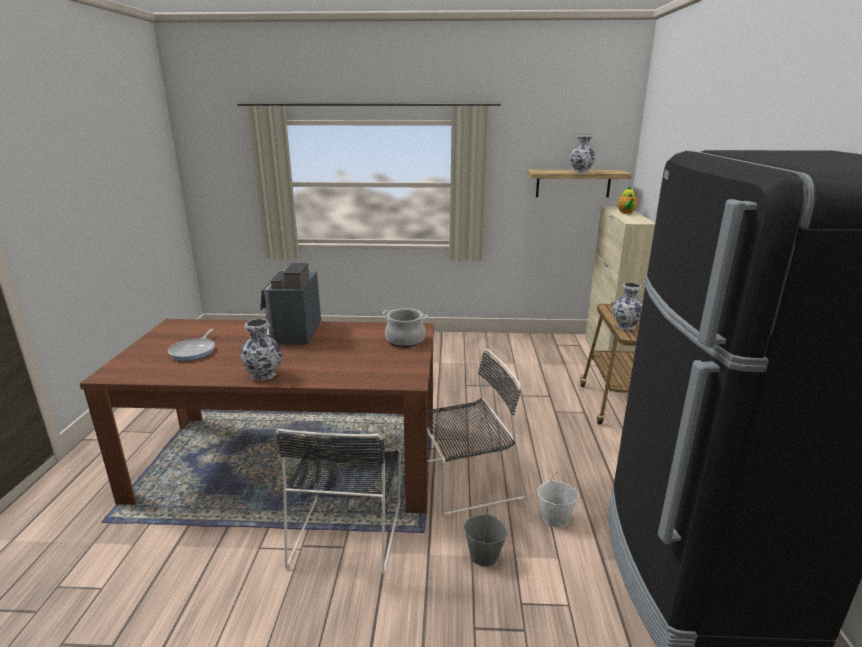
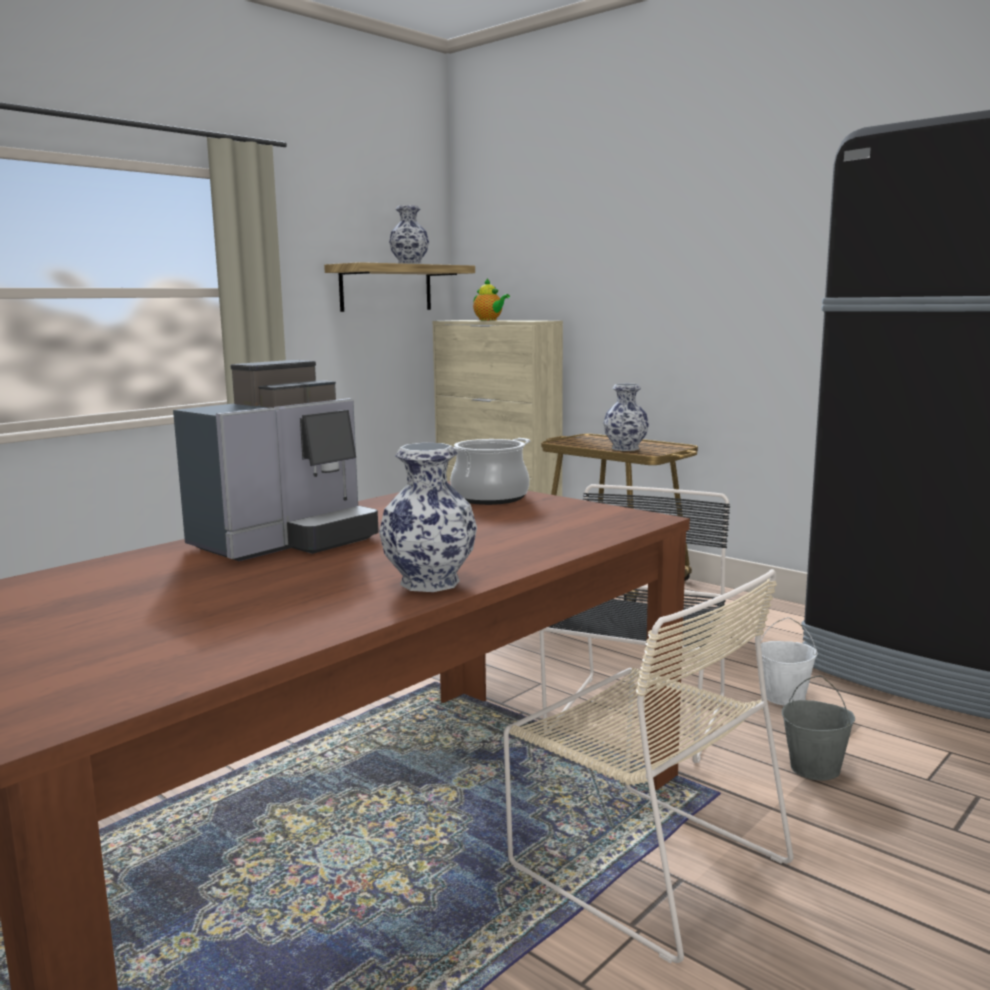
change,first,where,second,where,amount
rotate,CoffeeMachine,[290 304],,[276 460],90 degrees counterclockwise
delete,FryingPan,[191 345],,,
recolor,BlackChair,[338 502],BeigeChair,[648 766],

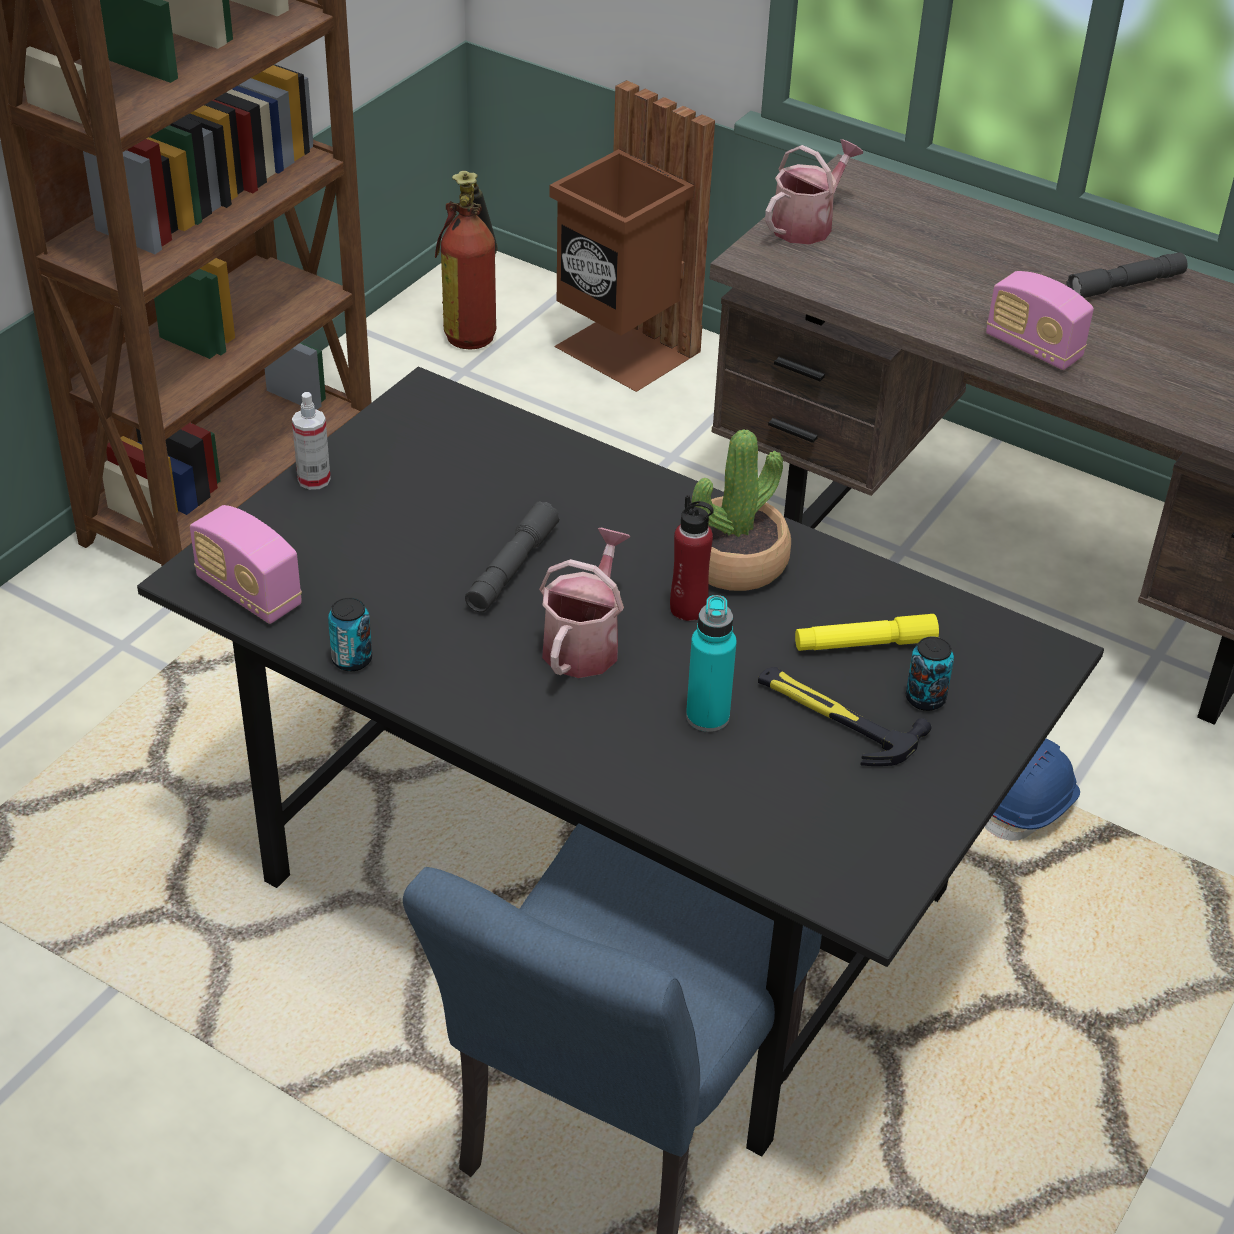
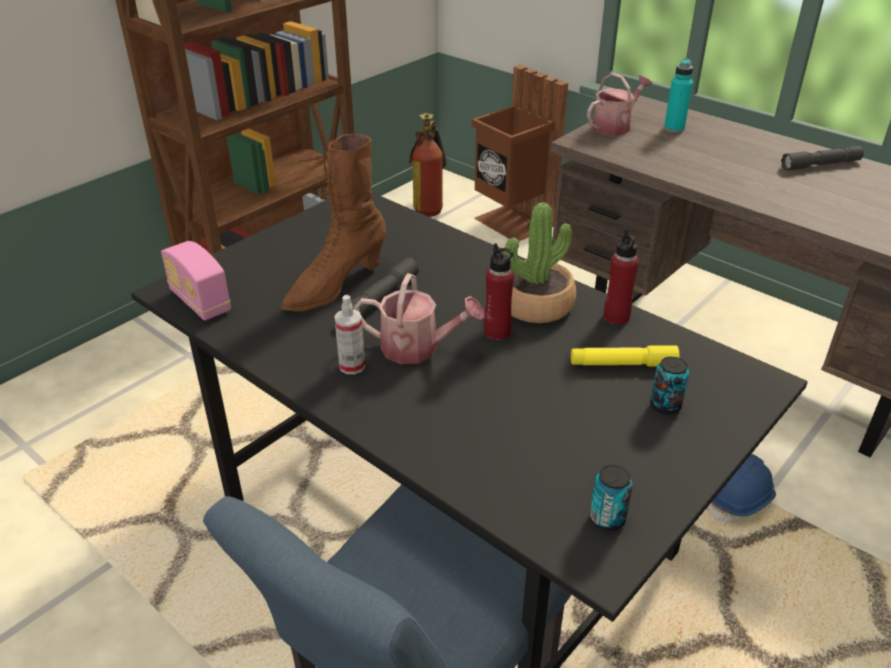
change,first,where,second,where,amount
delete,Radio,[1040 320],,,
move,SprayBottle,[311 441],,[349 334],
rotate,WateringCan,[585 603],,[419 318],75 degrees clockwise
move,TurquoiseBottle,[711 663],,[678 95],
move,Can,[350 634],,[611 498],
delete,Hammer,[844 716],,,
insert,,,BrownBoot,[333 223],
insert,,,RedBottle,[621 277],

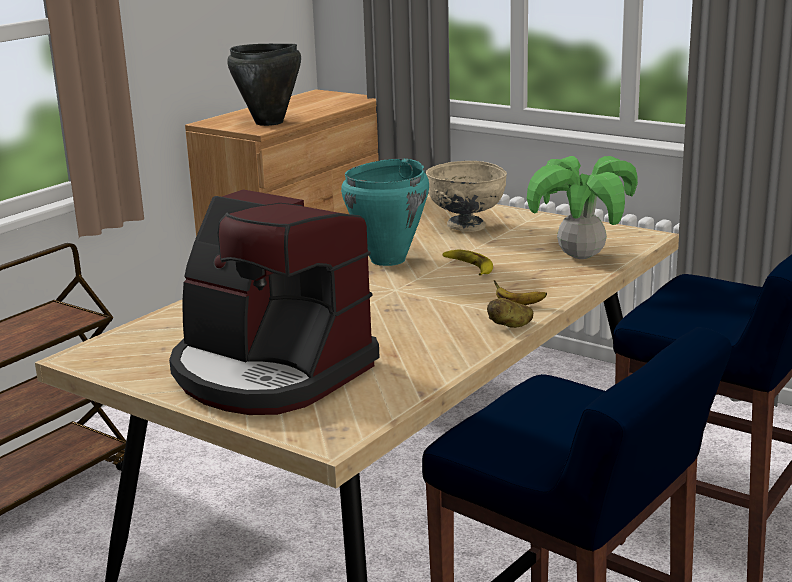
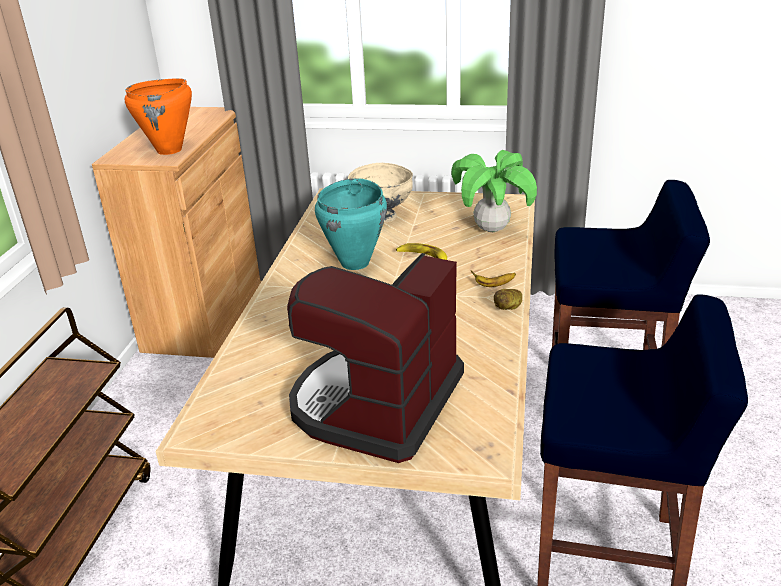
change,first,where,second,where,amount
recolor,BlackCookingPot,[264 85],OrangeCookingPot,[158 116],
rotate,CoffeeMachine,[274 302],,[375 358],105 degrees clockwise

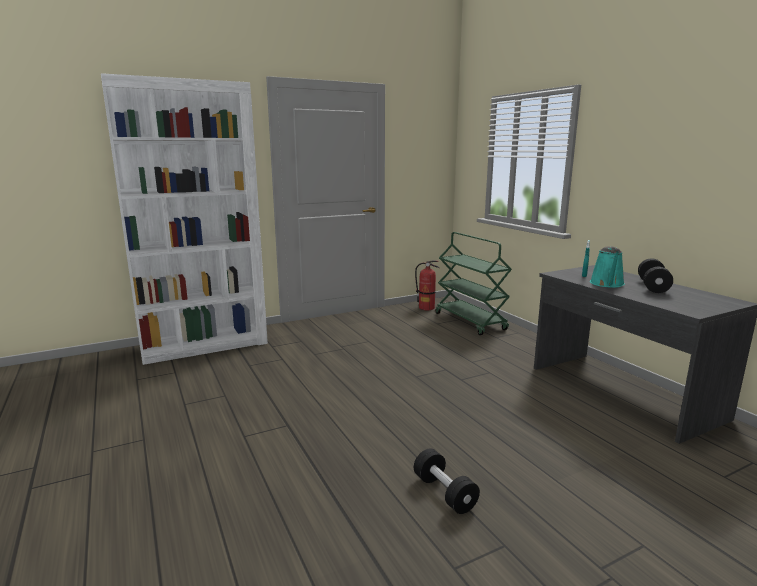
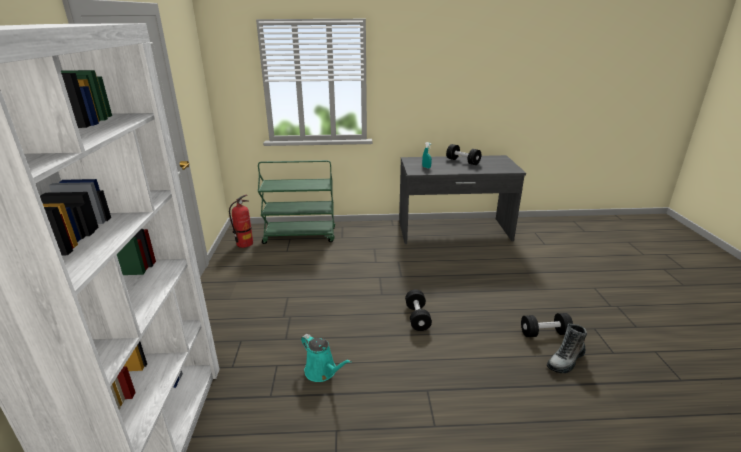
change,first,where,second,where,amount
move,TurquoiseWateringCan,[607 267],,[326 358],
insert,,,BlackDumbbell,[418 310],
insert,,,Boot,[567 348],

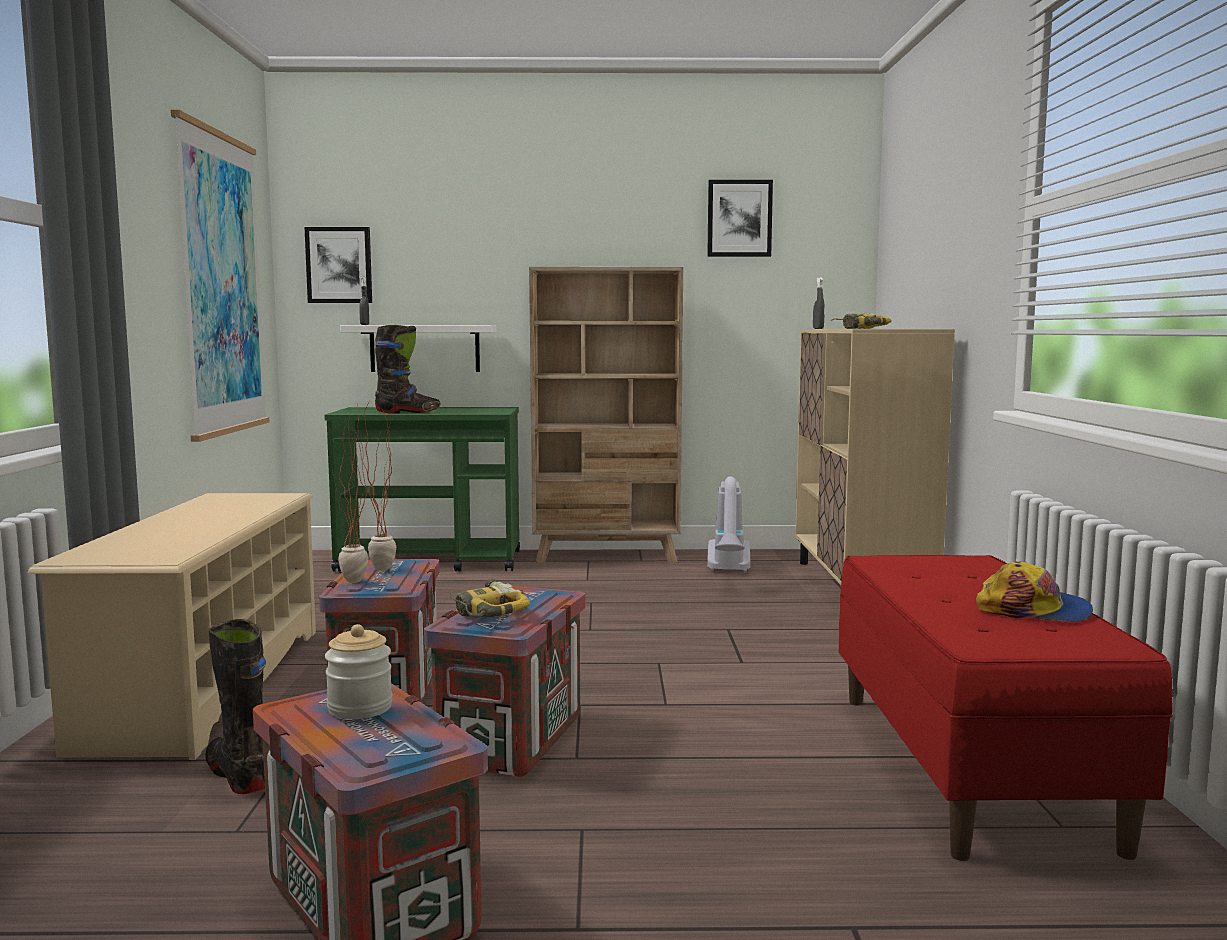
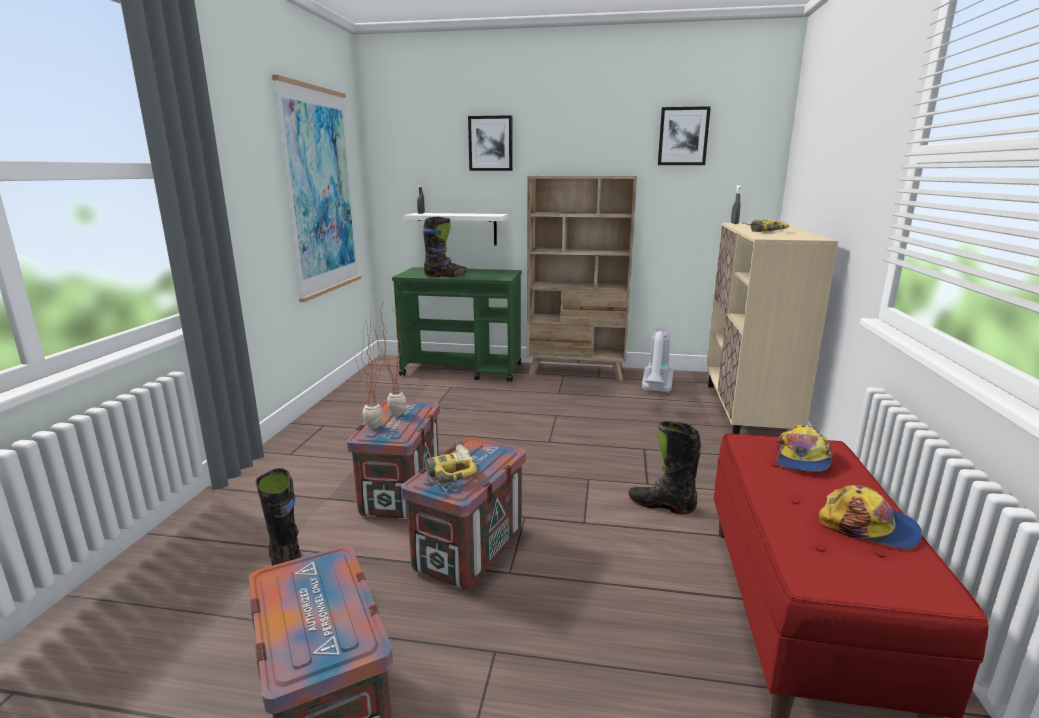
change,first,where,second,where,amount
move,Picture,[338 265],,[490 143],
delete,BeigeShoeRack,[172 626],,,
delete,Jar,[359 671],,,
insert,,,BlackBoot,[664 467],
insert,,,Cap,[805 448],

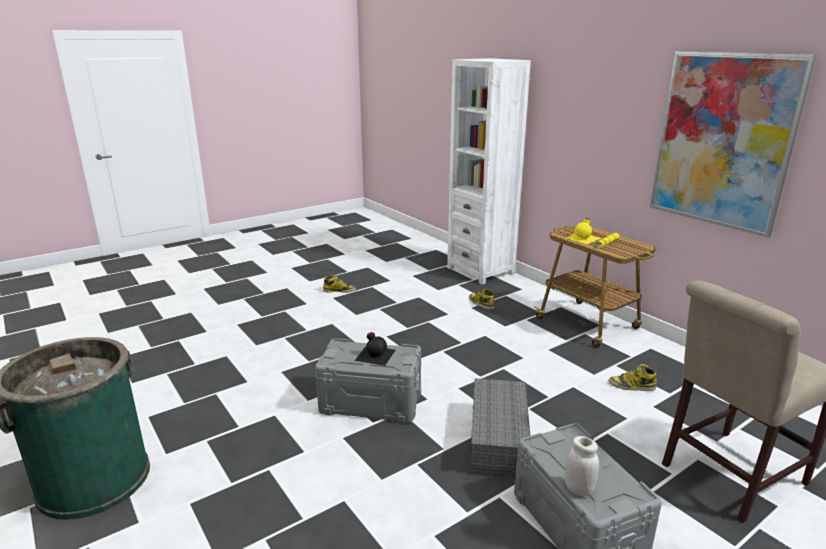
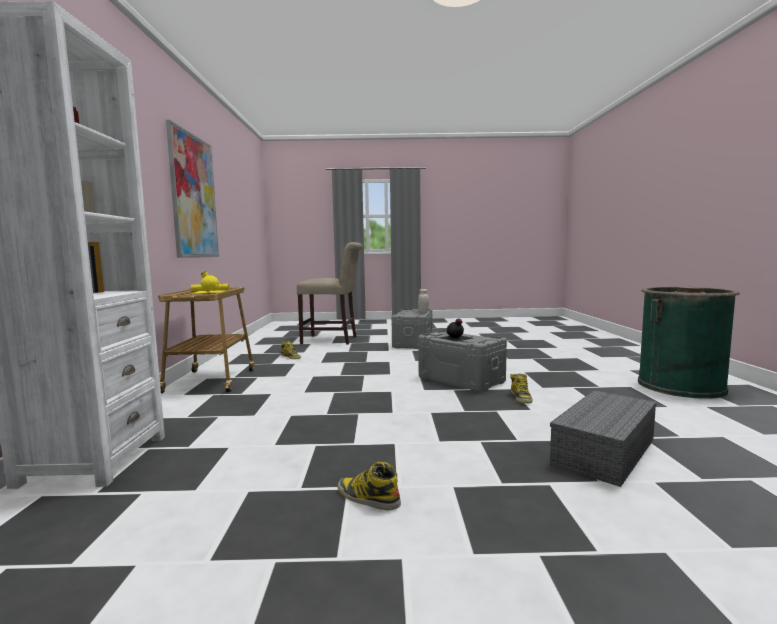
change,first,where,second,where,amount
move,Boot,[482 299],,[521 388],
move,GreyStorageBox,[500 428],,[603 438],

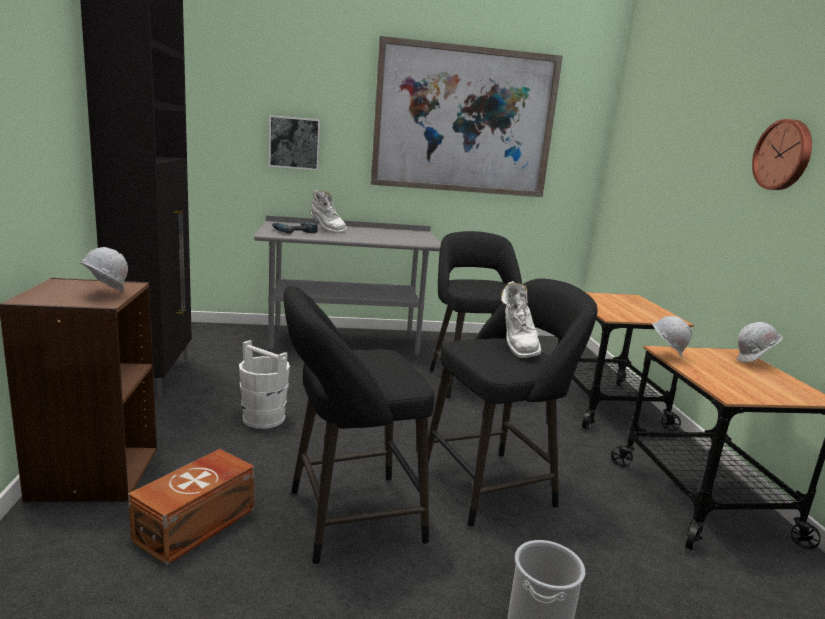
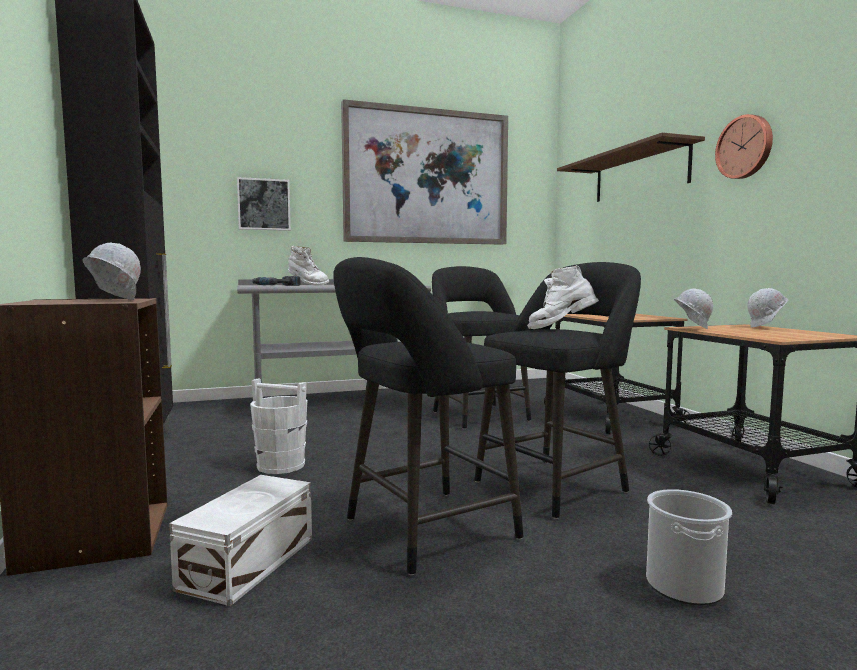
change,first,where,second,where,amount
rotate,WhiteBoot,[521 319],,[563 297],90 degrees clockwise
recolor,BrownStorageBox,[191 507],WhiteStorageBox,[240 540],
insert,,,BrownShelf,[631 167],

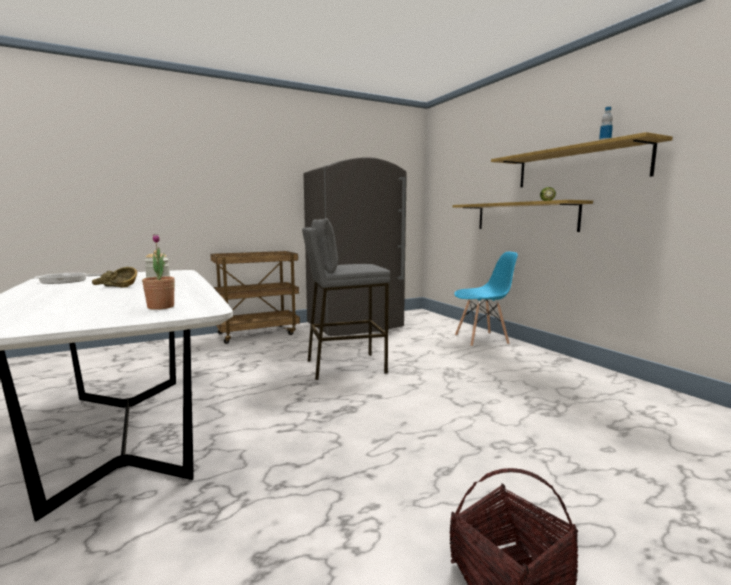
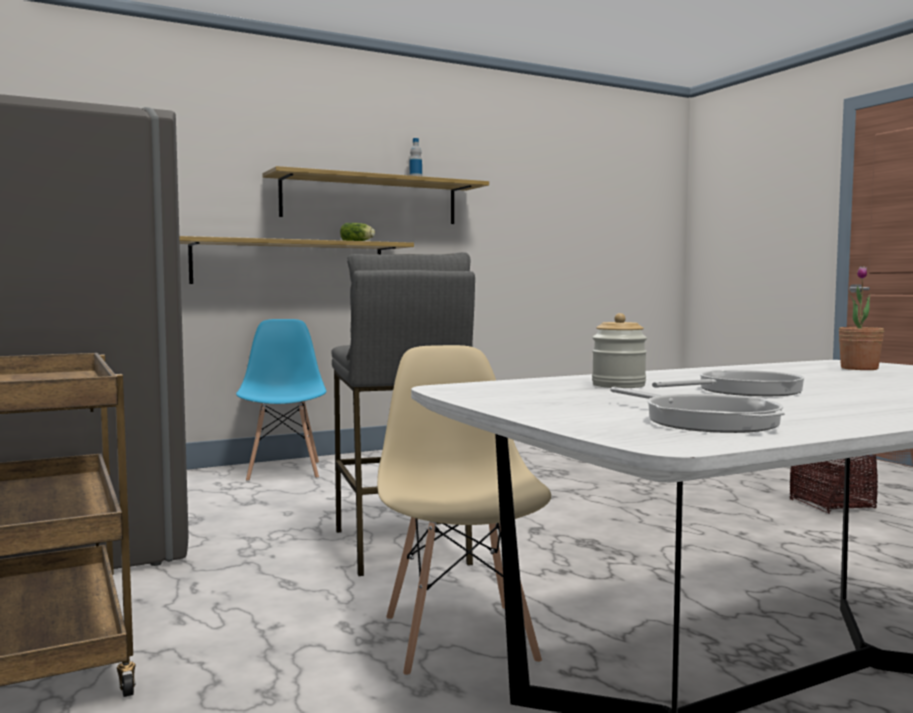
change,first,where,second,where,amount
replace,BrownBowl,[114 277],FryingPan,[728 383],
insert,,,BeigeChair,[464 511],

